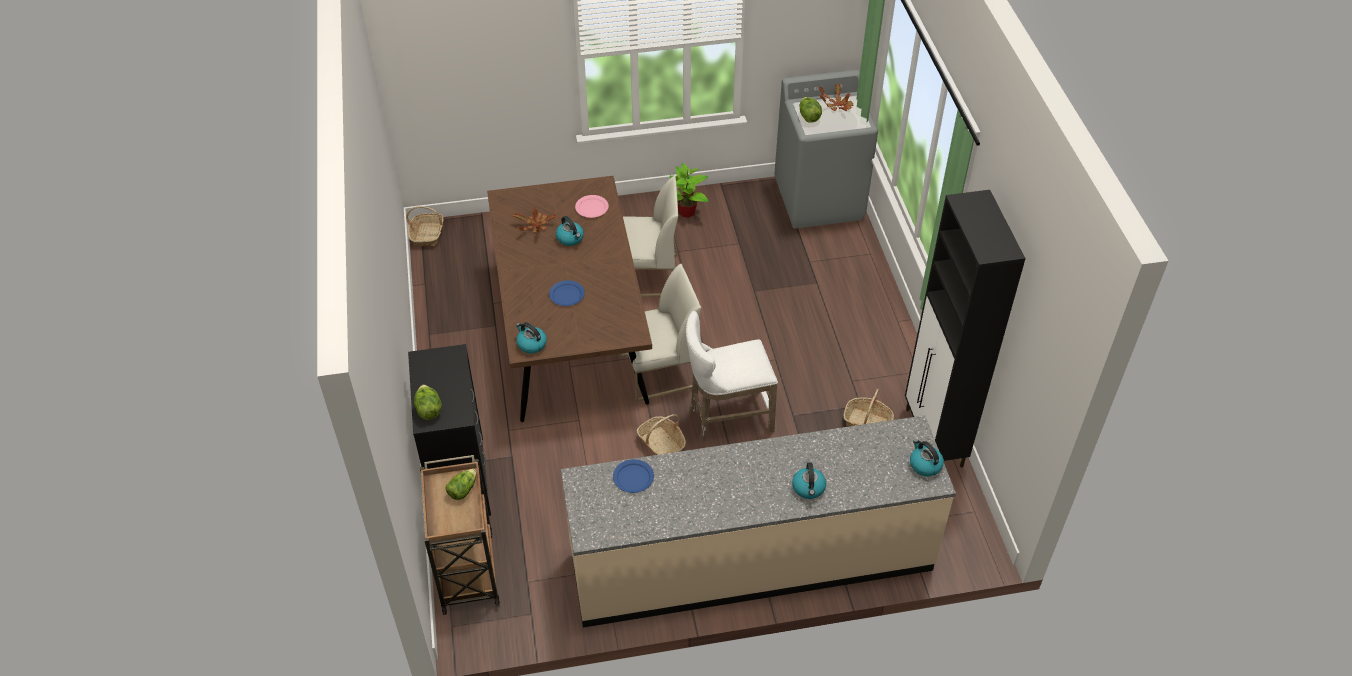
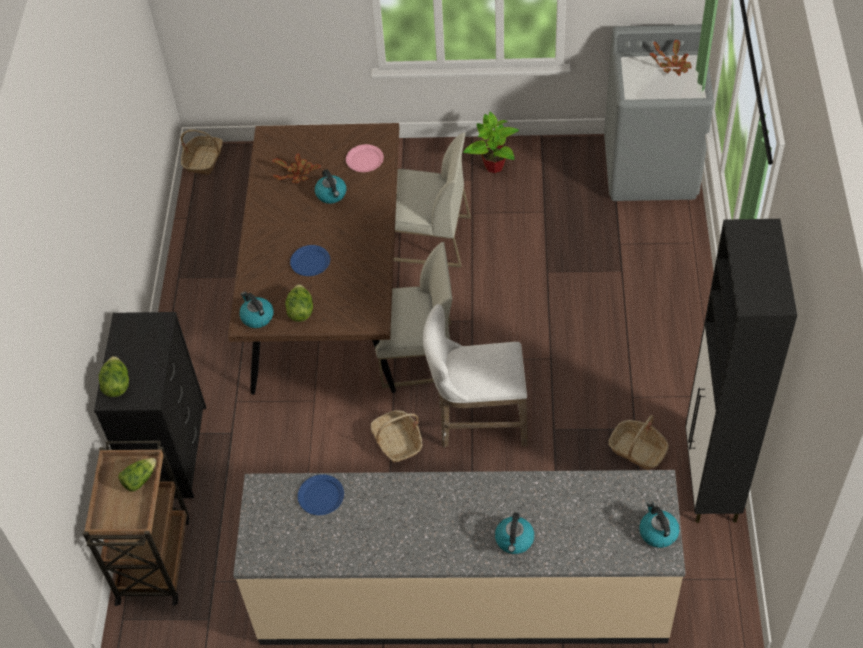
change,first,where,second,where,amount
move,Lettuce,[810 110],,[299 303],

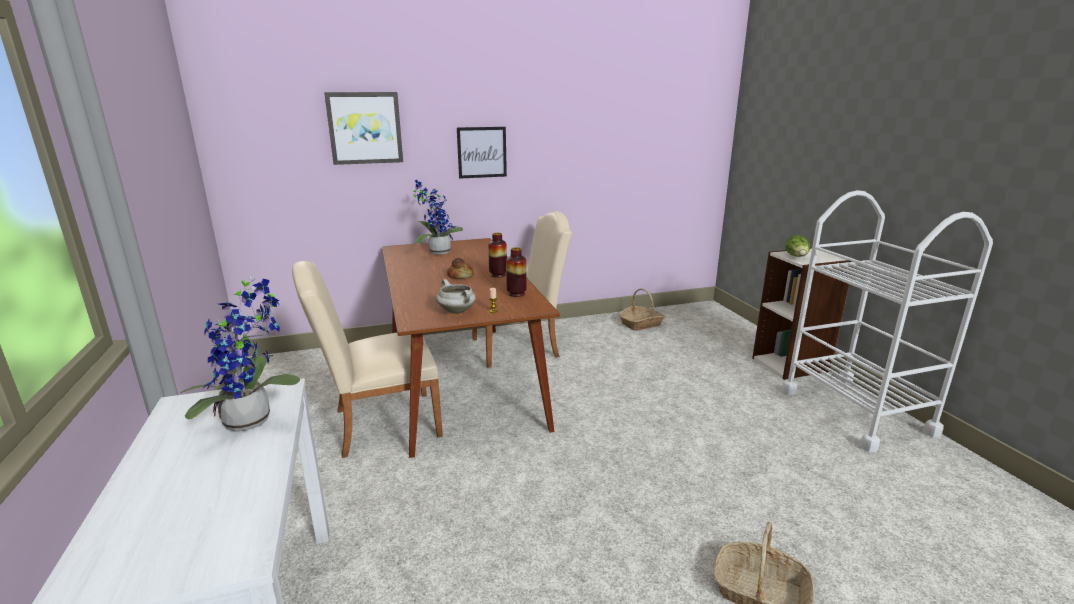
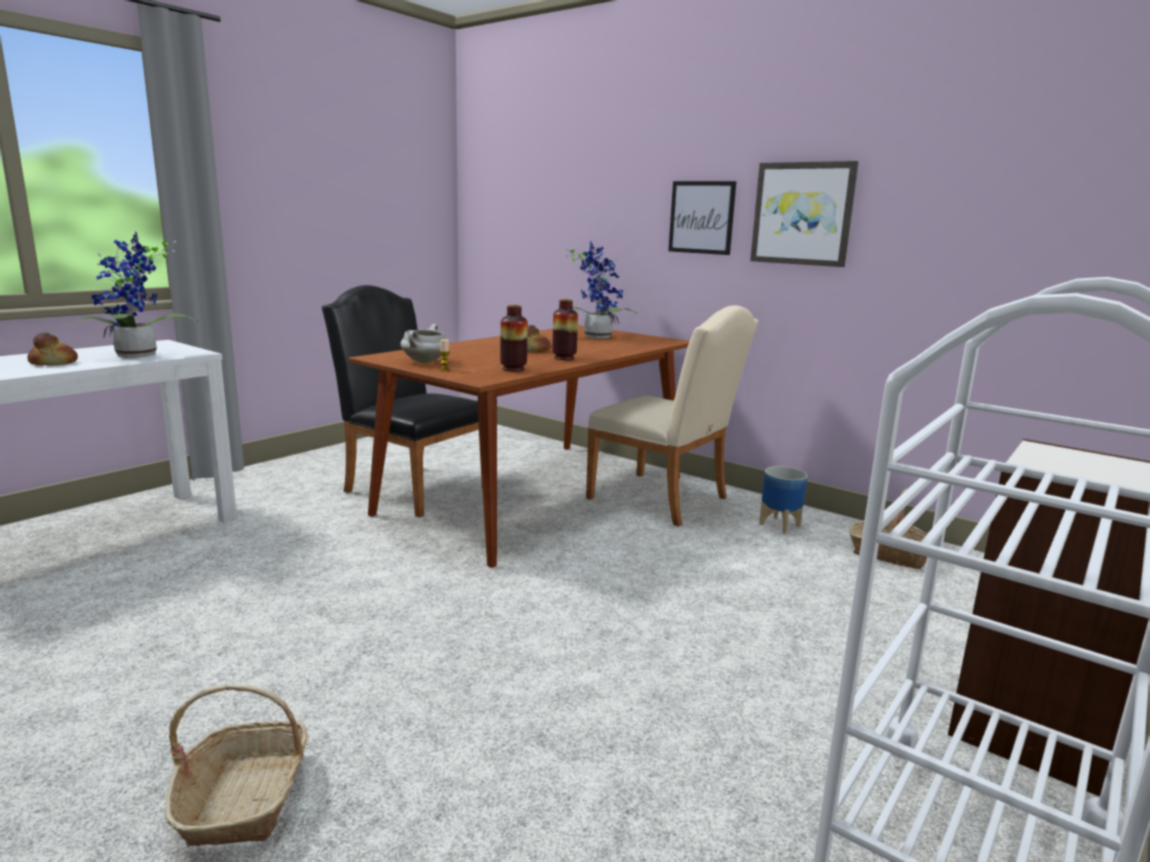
change,first,where,second,where,amount
move,Picture,[363 128],,[804 214],
delete,Lettuce,[797 246],,,
recolor,BeigeChair,[367 359],BlackChair,[402 401],
insert,,,Bread,[52 349],
insert,,,Planter,[783 499],

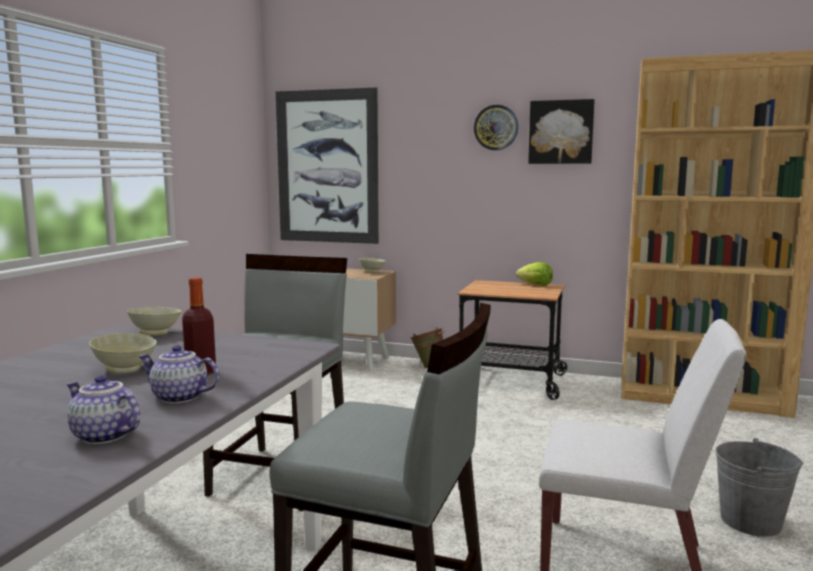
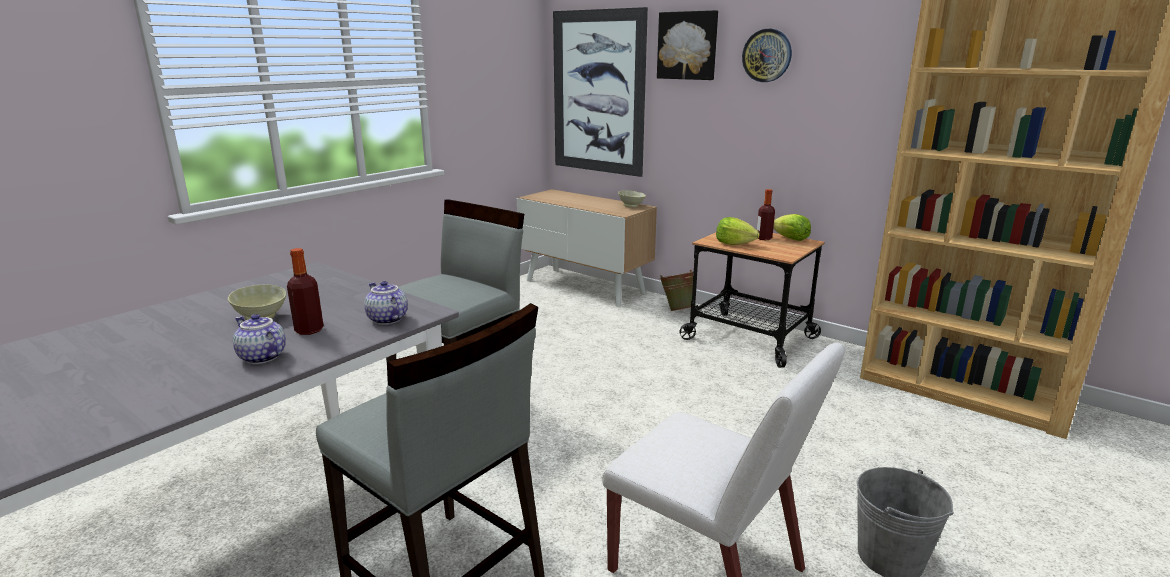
change,first,where,second,where,amount
move,Picture,[561 131],,[687 45],
delete,BeigeBowl,[154 321],,,
move,Teapot,[103 409],,[386 303],
insert,,,Bottle,[766 214],
insert,,,Lettuce,[738 231],

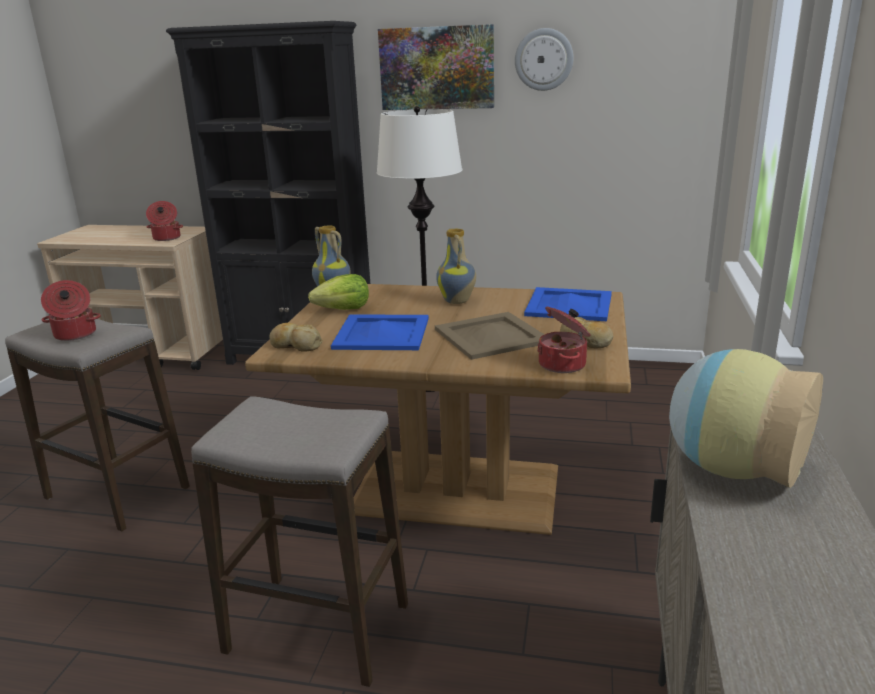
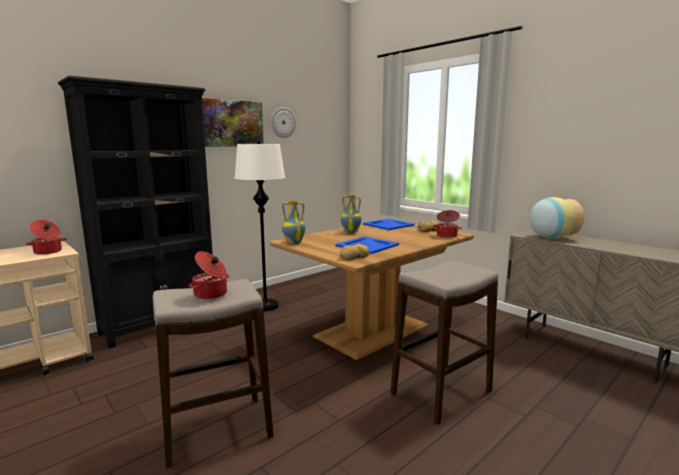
change,first,where,second,where,amount
delete,Lettuce,[338 292],,,
delete,BeigeTray,[490 336],,,

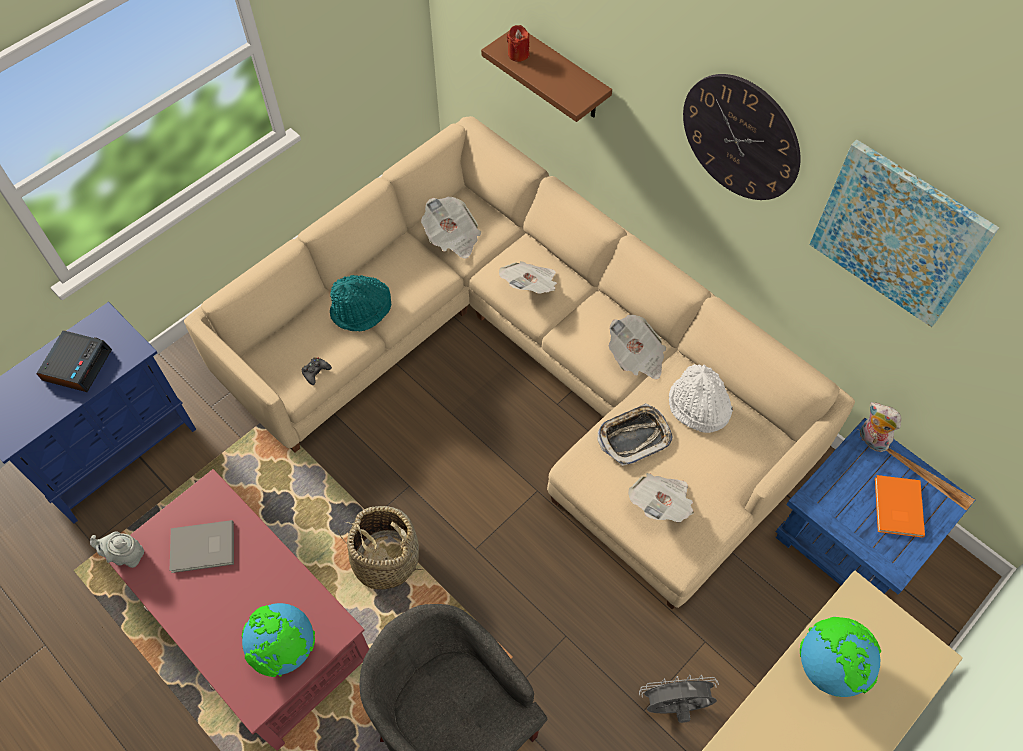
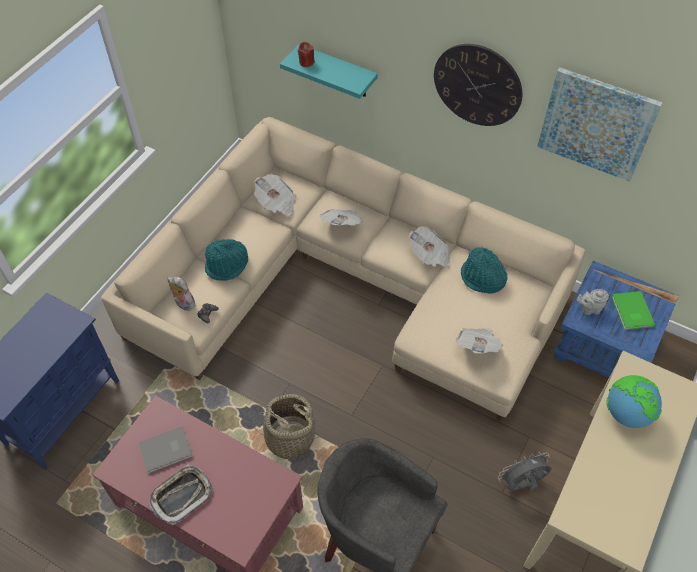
change,first,where,second,where,amount
recolor,BrownShelf,[546 76],TurquoiseShelf,[329 71],
delete,AlarmClock,[74 361],,,
recolor,WhiteHat,[701 398],TurquoiseHat,[484 270],
move,PlushToy,[880 427],,[181 293],
move,Tray,[635 434],,[181 494],
recolor,OrangeBook,[900 506],GreenBook,[633 310],
move,GreyTeapot,[117 549],,[593 302],
delete,Globe,[278 640],,,

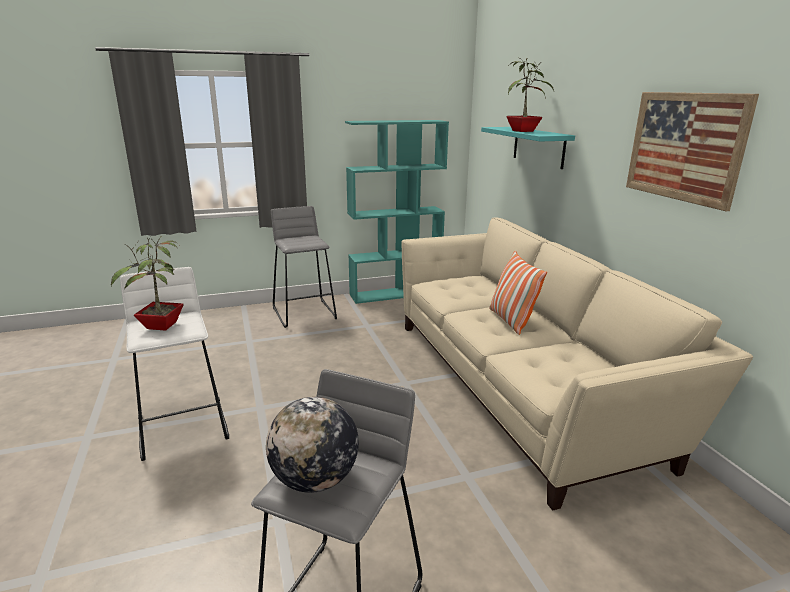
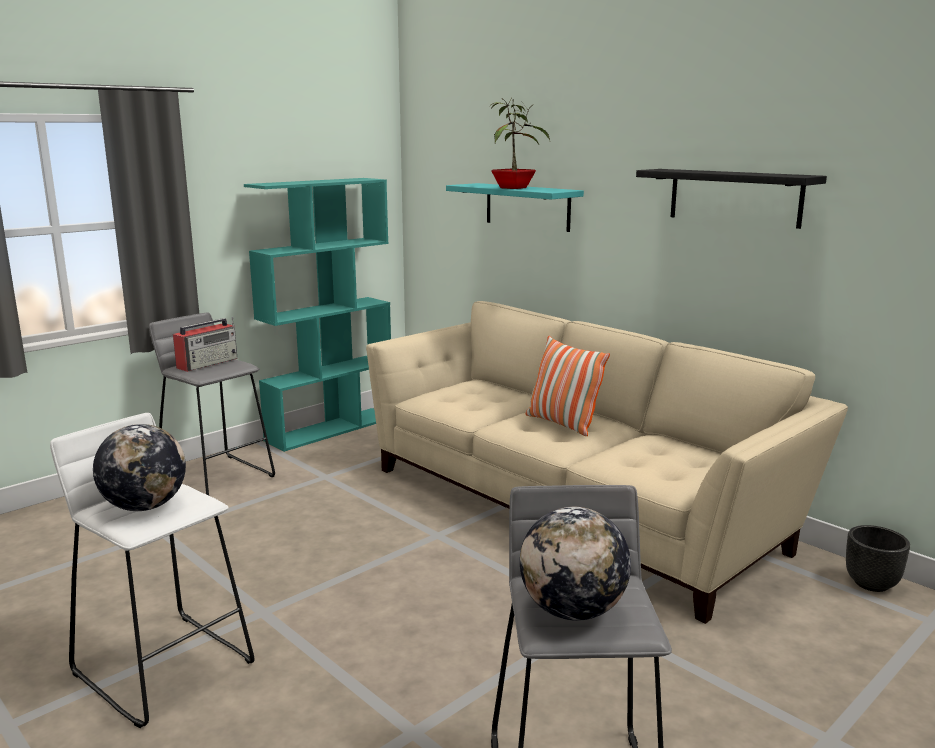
change,first,where,second,where,amount
replace,Picture,[692 151],BlackShelf,[731 199],
replace,PottedPlant,[147 283],Globe,[139 467],
insert,,,Radio,[205 344],
insert,,,BlackPlanter,[878 558],

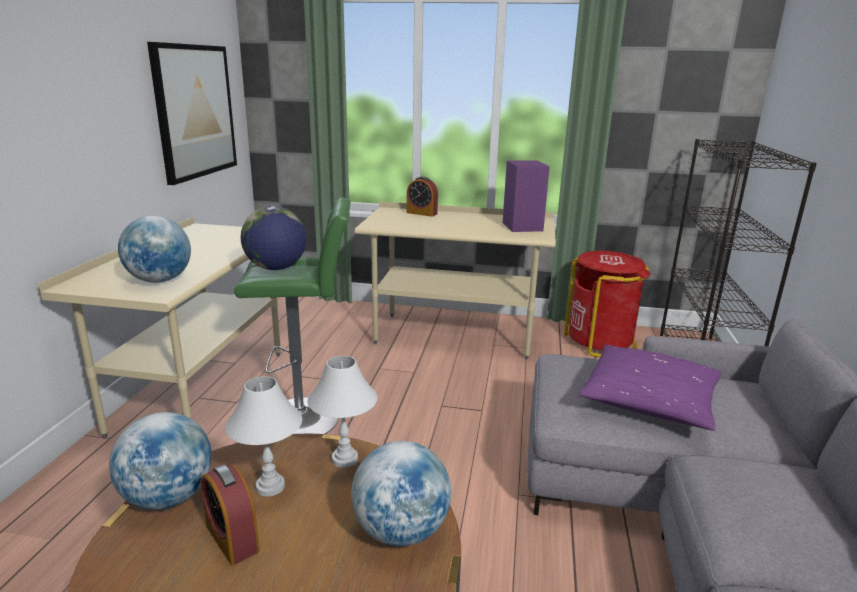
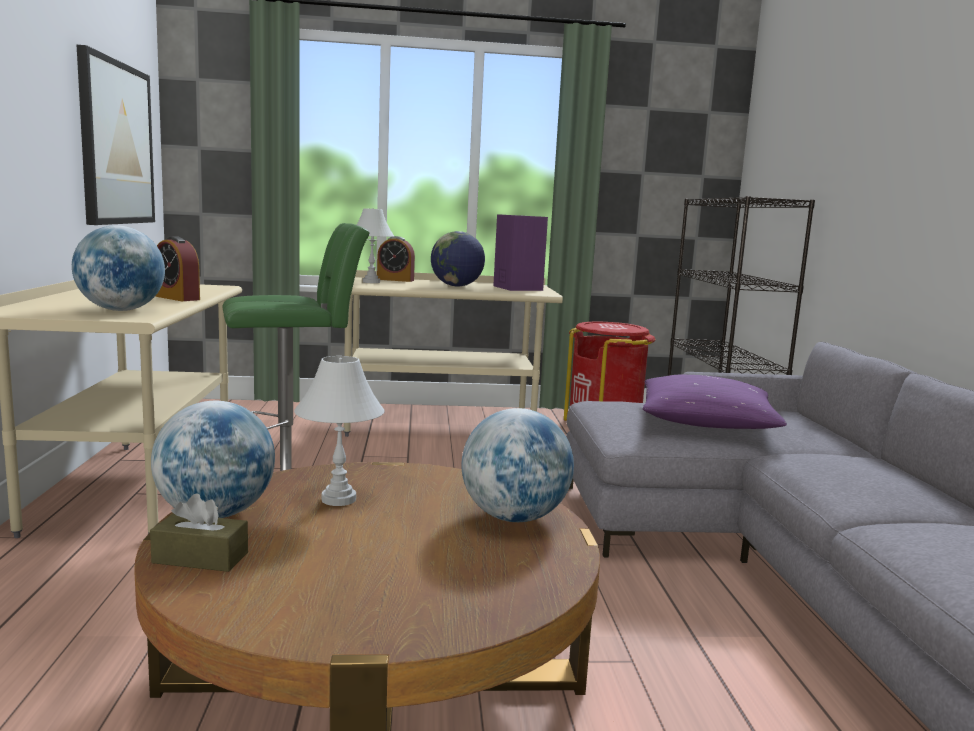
change,first,where,second,where,amount
move,Globe,[274 238],,[458 259],
move,WhiteTableLamp,[342 412],,[375 245],
move,AlarmClock,[230 514],,[177 269],
insert,,,BrownTissueBox,[199 532],

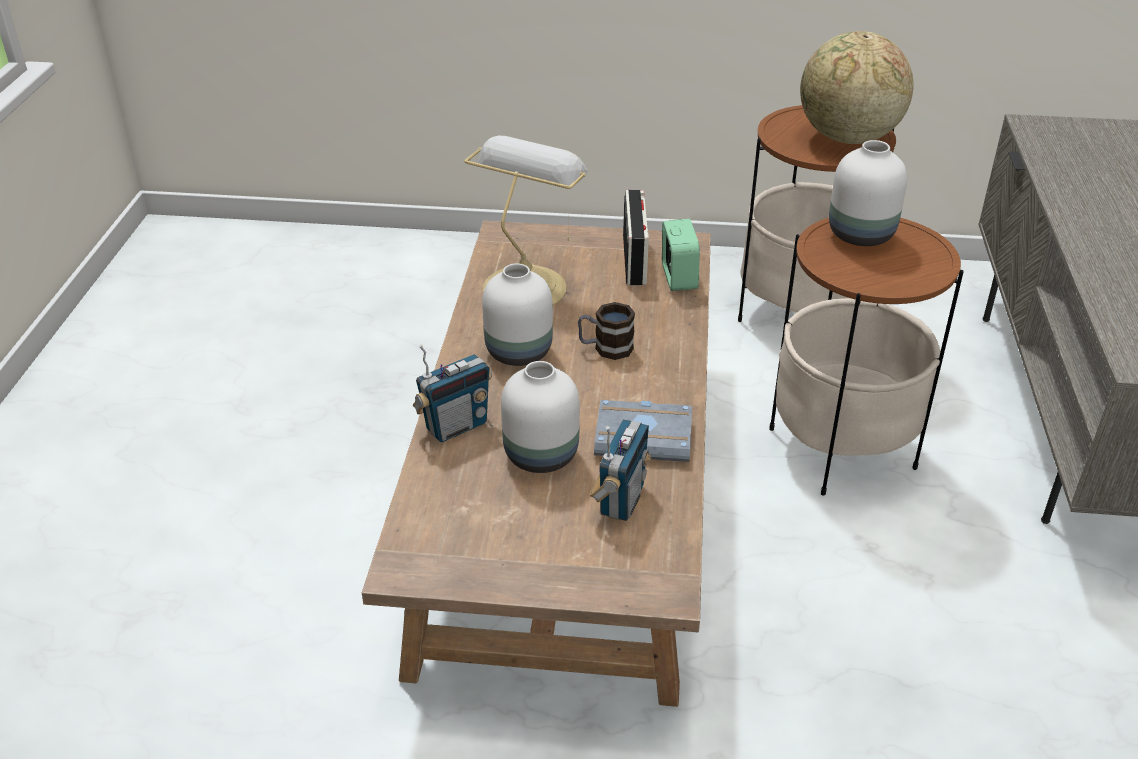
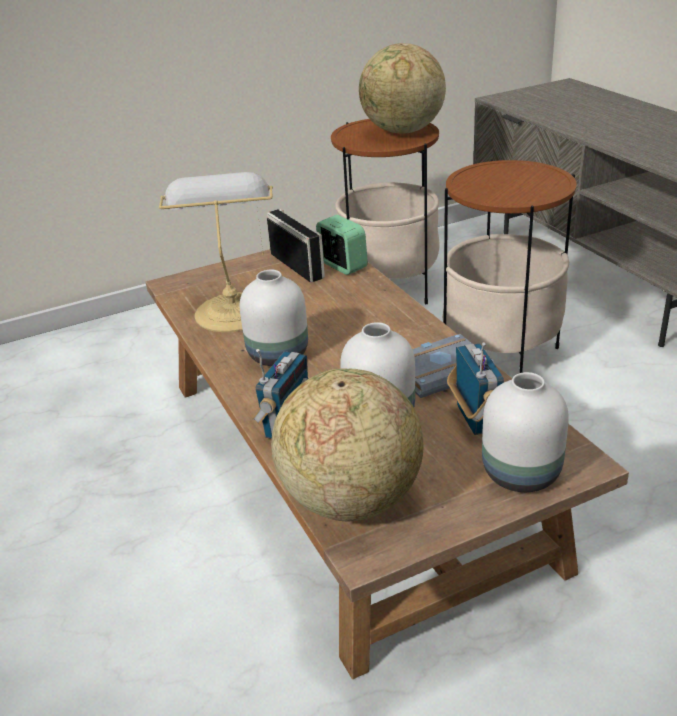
change,first,where,second,where,amount
move,WhiteVase,[868 193],,[525 432],
delete,Mug,[606 331],,,
insert,,,Globe,[347 444],

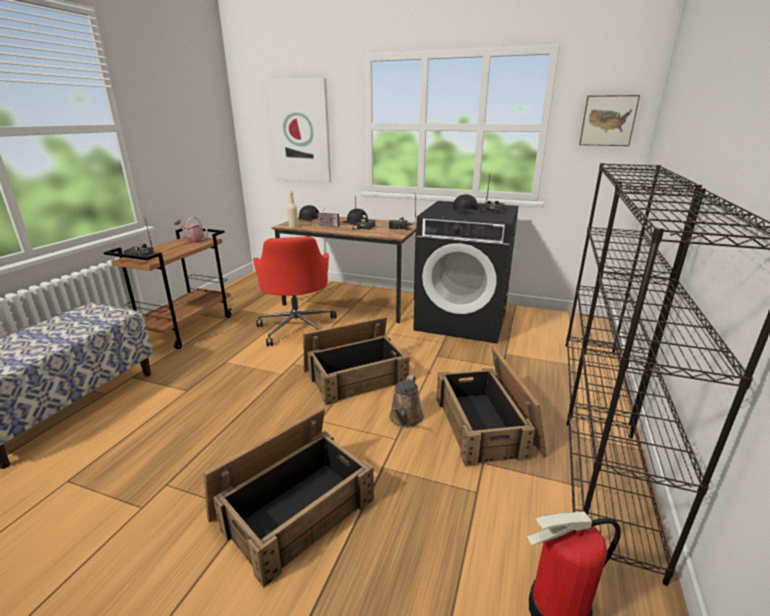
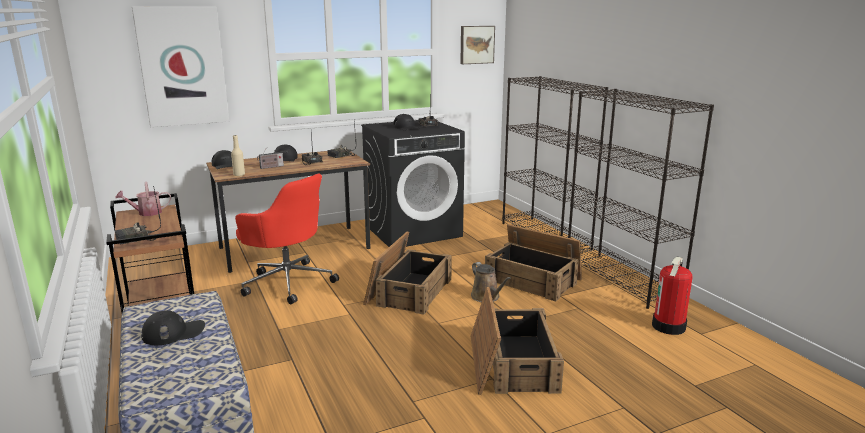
change,first,where,second,where,amount
insert,,,BlackCap,[173 327],

